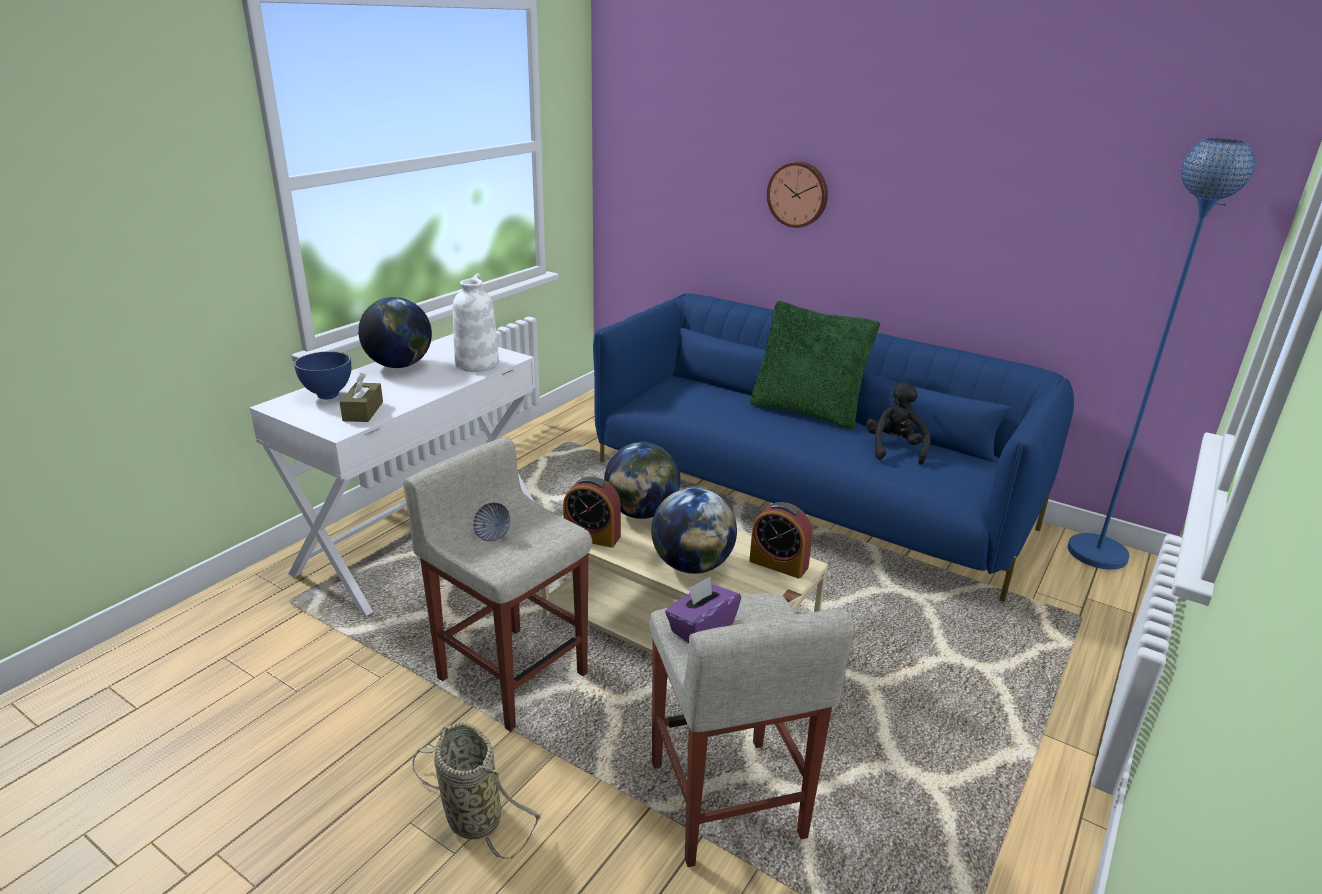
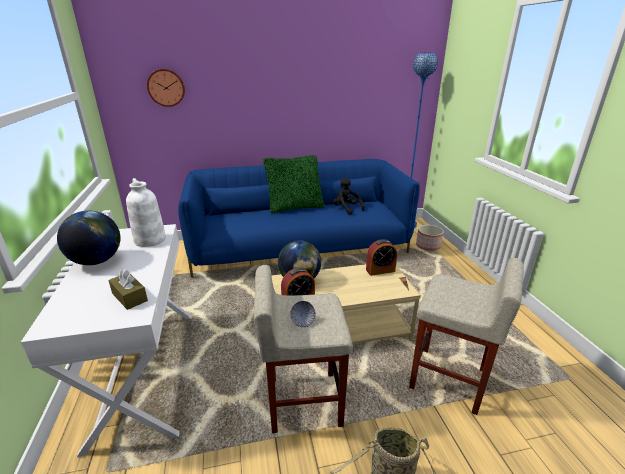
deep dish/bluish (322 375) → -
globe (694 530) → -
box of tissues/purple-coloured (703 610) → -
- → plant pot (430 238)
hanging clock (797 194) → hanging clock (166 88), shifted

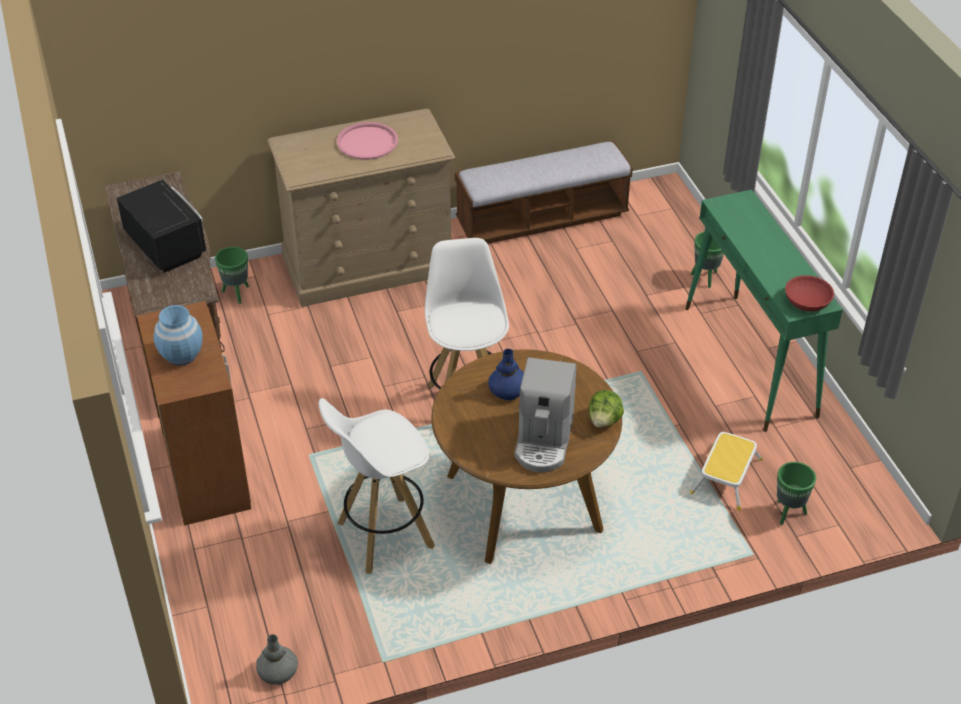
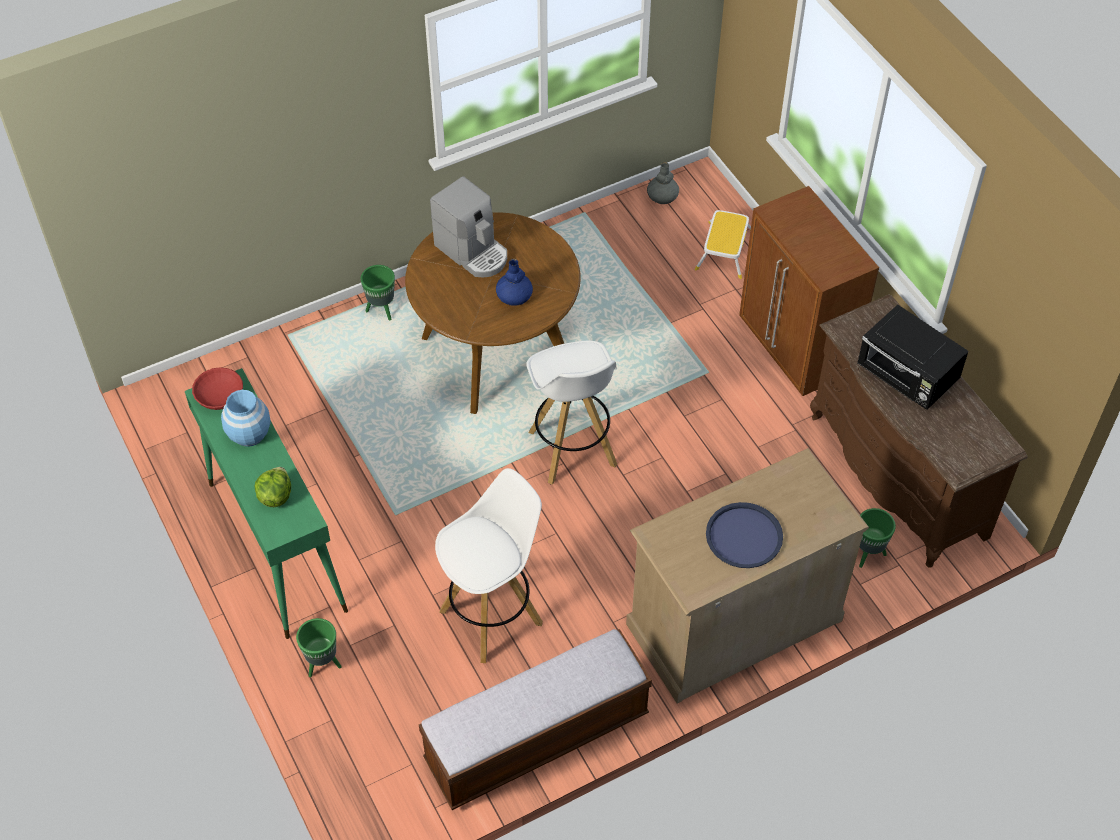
vase/bluish (178 335) → vase/bluish (245 418), shifted
stool seat/white (377 486) → stool seat/white (489 565), shifted
lettuce head (606 408) → lettuce head (273 487), shifted
step ladder/yellowish (726 471) → step ladder/yellowish (723 244), shifted
plant pot/greenish (796 493) → plant pot/greenish (378 292), shifted
serving tray/pink-coloured (367 141) → serving tray/bluish (744 535)
coffee machine (545 415) → coffee machine (468 226), 135 degrees clockwise

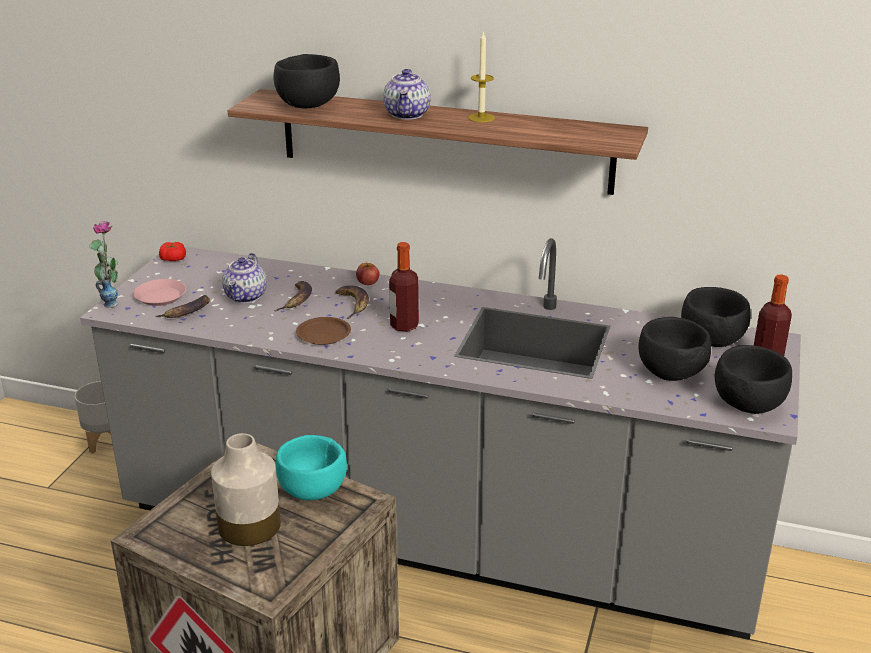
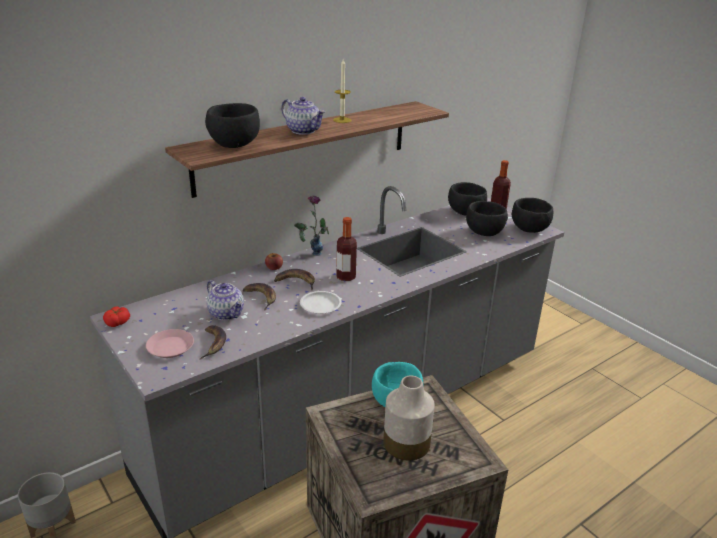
vase (103 264) → vase (311 225), shifted
dinner plate/brown-coloured (323 331) → dinner plate/white (321 302)

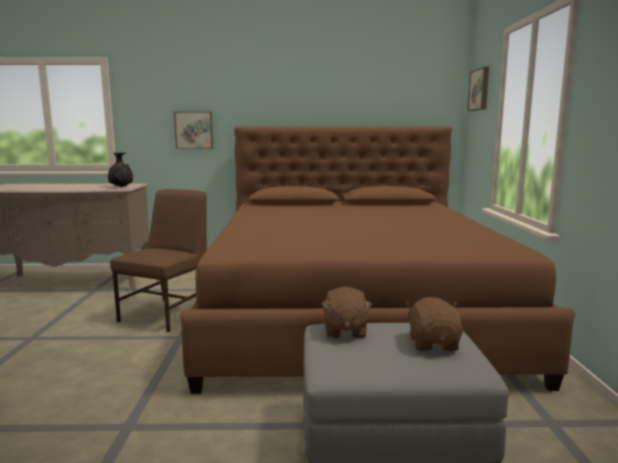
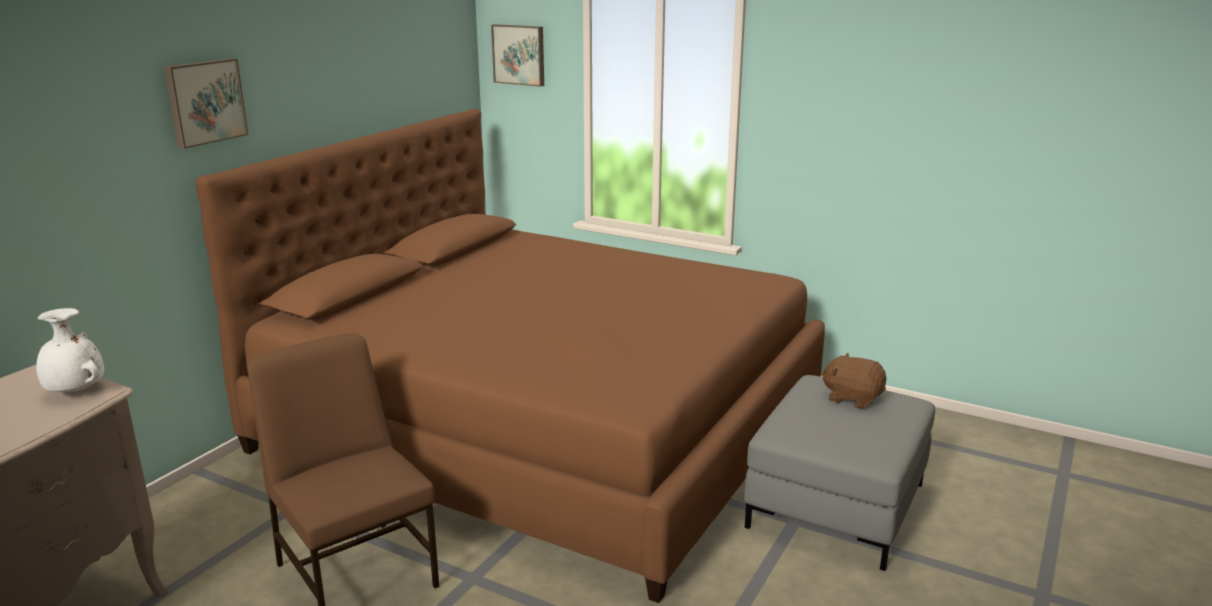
soft toy/brown-coloured (346 313) → -
picture (193 130) → picture (206 103), shifted
vase/blackish (120 170) → vase/white (70 350)

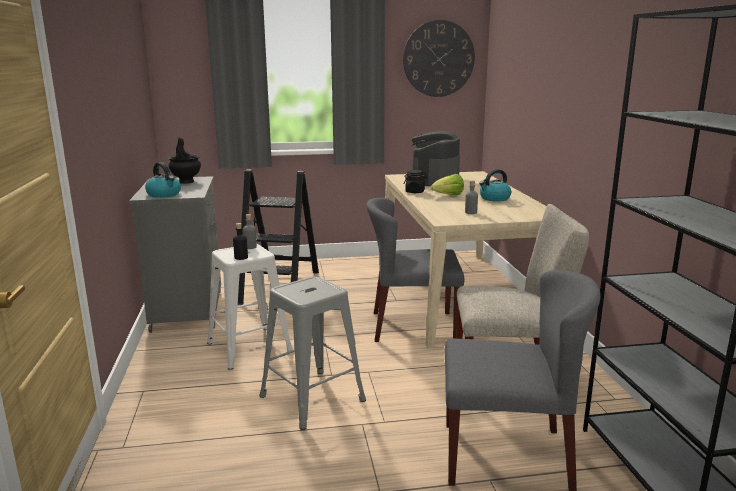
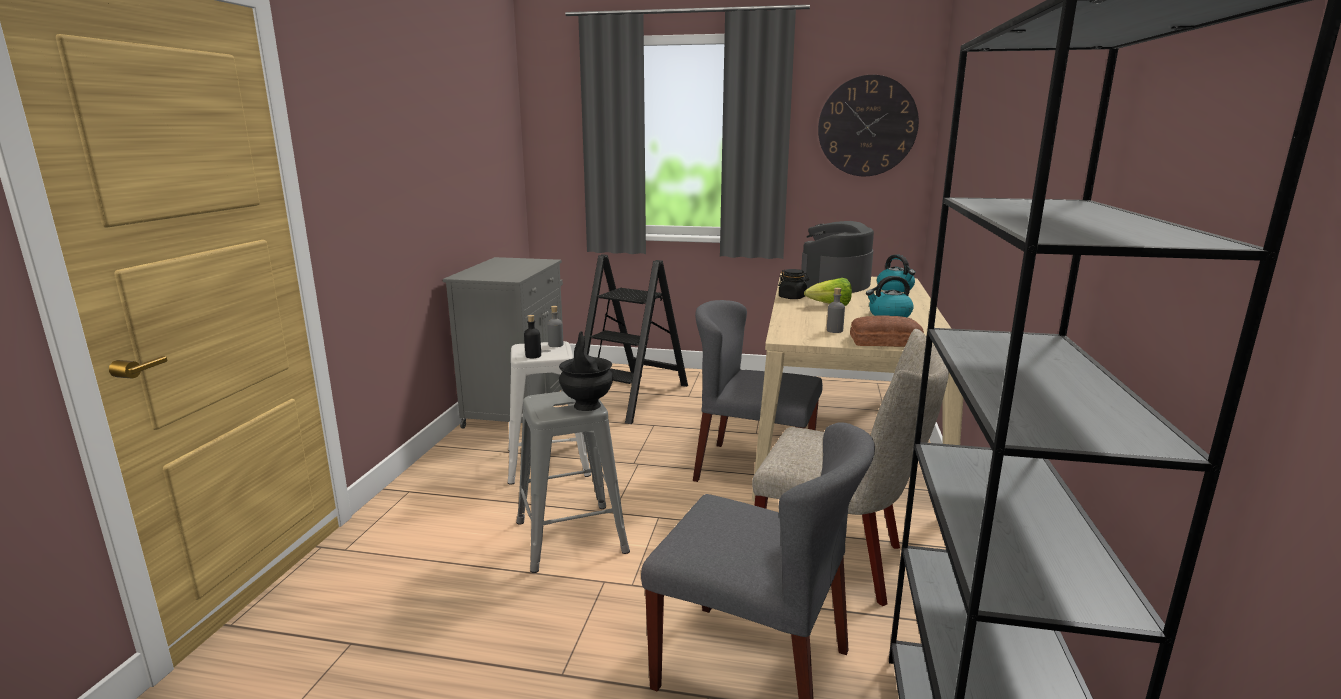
- → bakery bread (887 331)
water kettle (163 180) → water kettle (896 273), shifted
vase/blackish (184 160) → vase/blackish (586 371), shifted

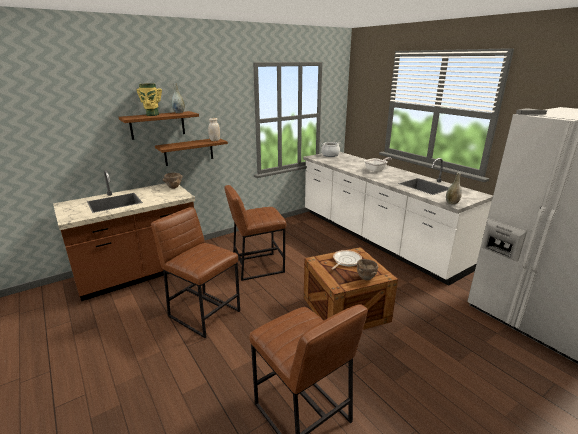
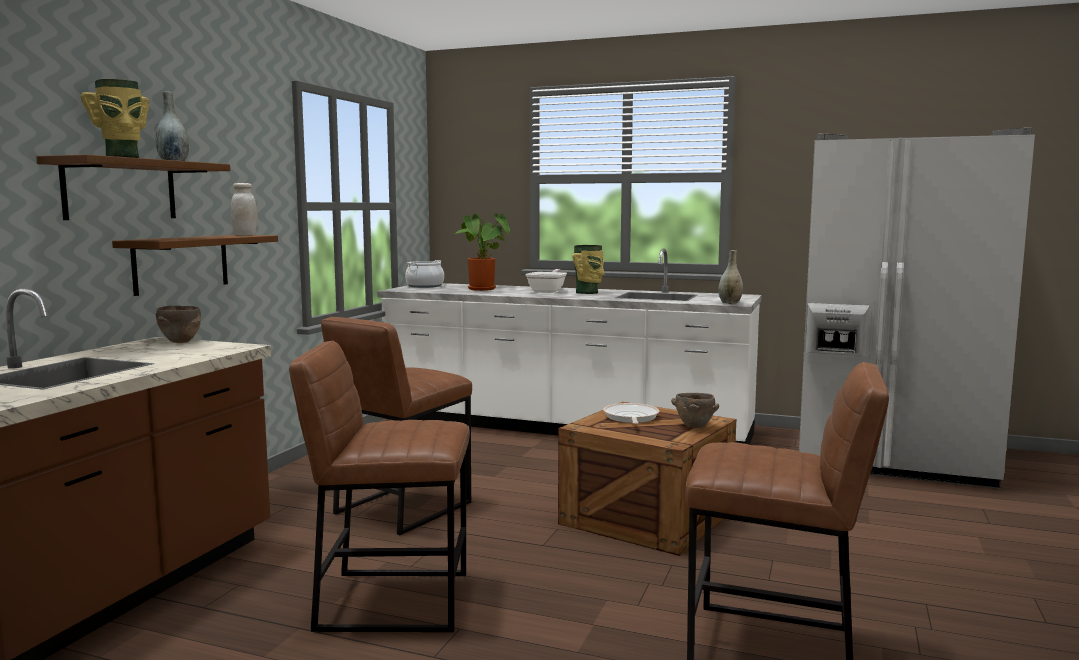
- → potted plant (482 251)
- → vase (588 269)

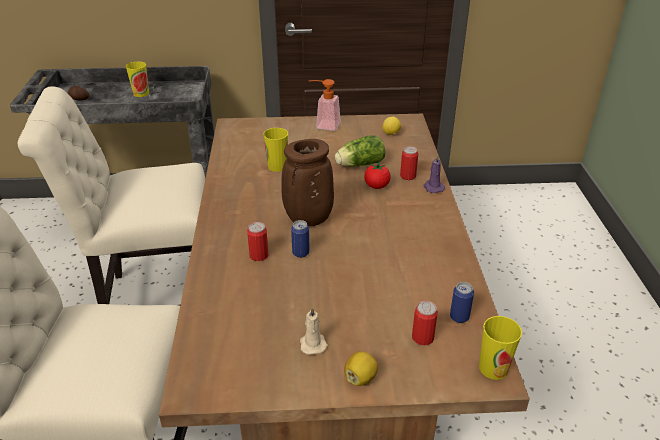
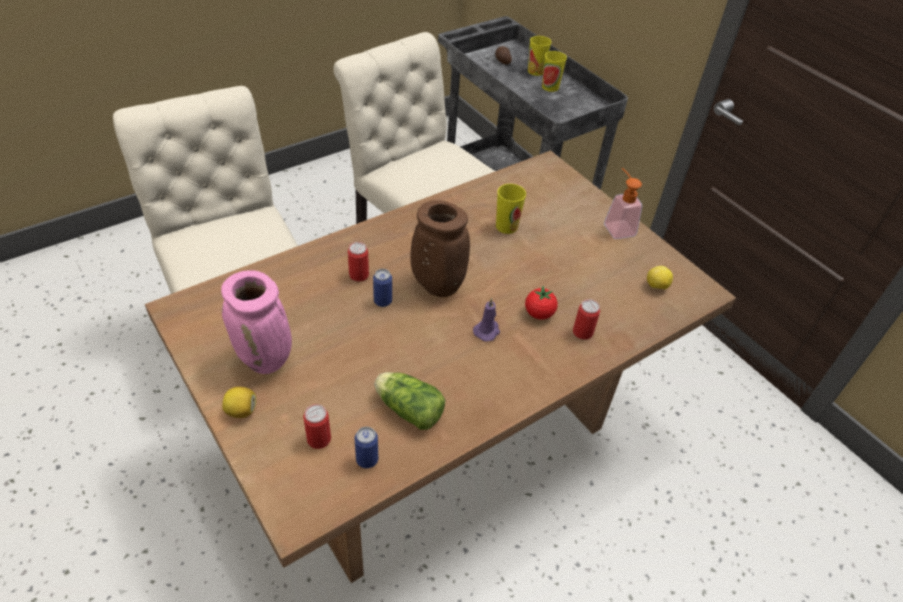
lettuce head (360 151) → lettuce head (409 401), shifted
wax light/purple-coloured (434 173) → wax light/purple-coloured (486 320), shifted
small cup (500 348) → small cup (539 56), shifted
wax light/sand-coloured (314 331) → vase/pink-coloured (256 322)

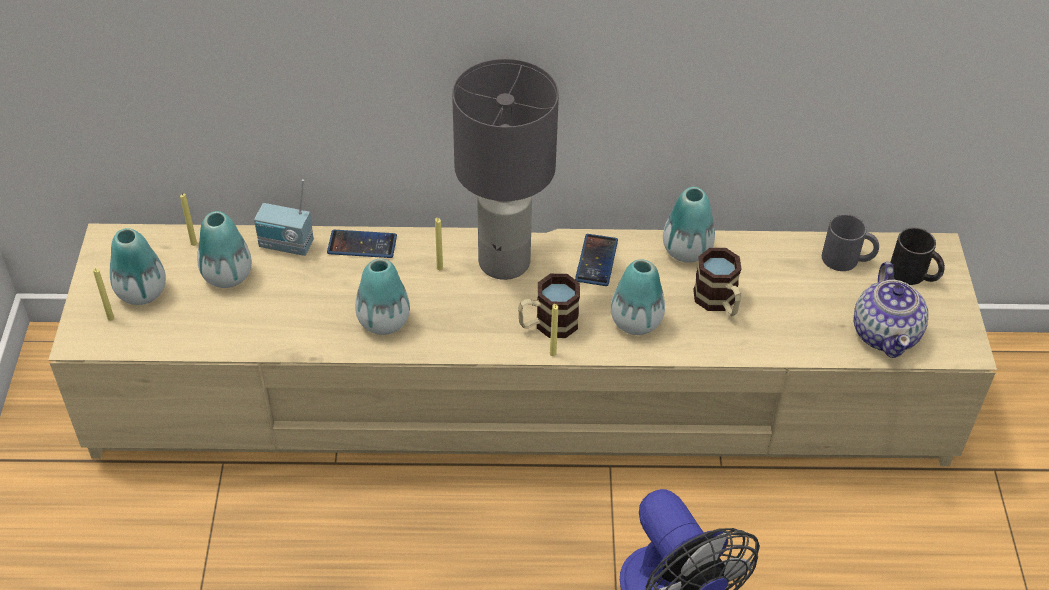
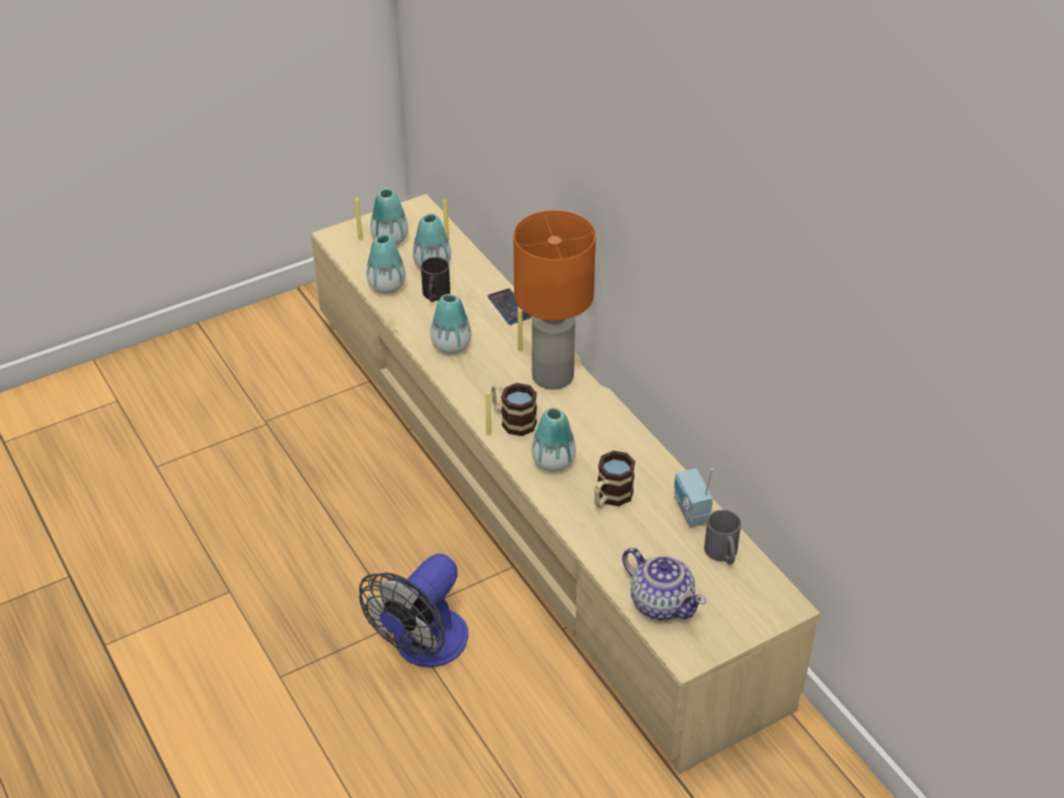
telephone (596 260) → -
radio (284 217) → radio (693 497), shifted
vase (689 225) → vase (386 264), shifted
mug/blackish (918 256) → mug/blackish (435 279), shifted
lamp for a table/gray (505 169) → lamp for a table/orange (555 299)
tea pot (890 310) → tea pot (664 584), 105 degrees counterclockwise

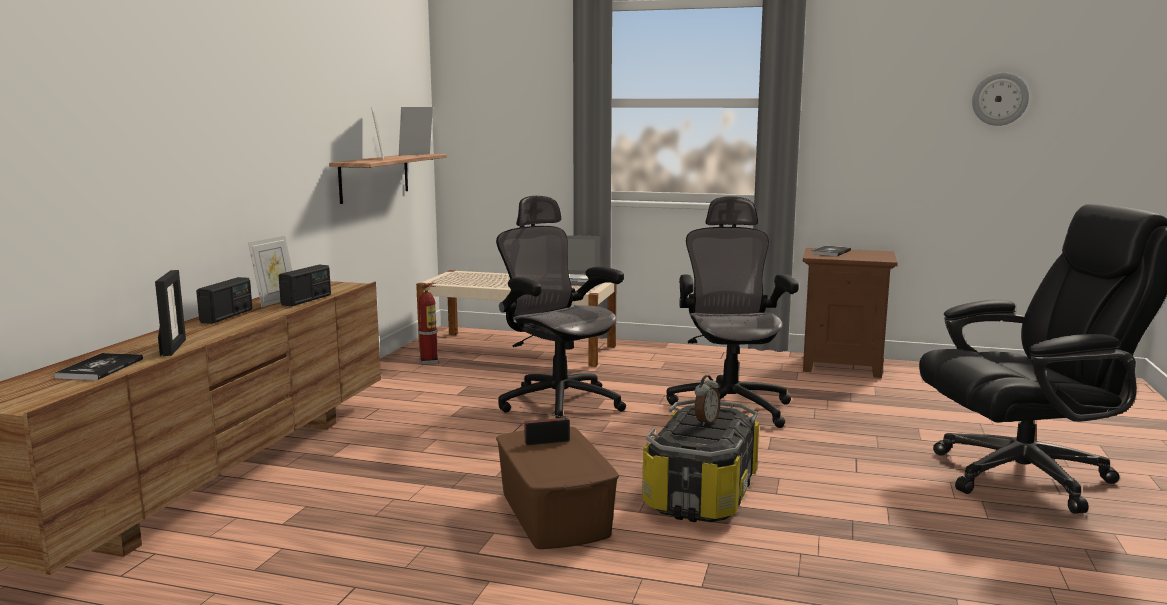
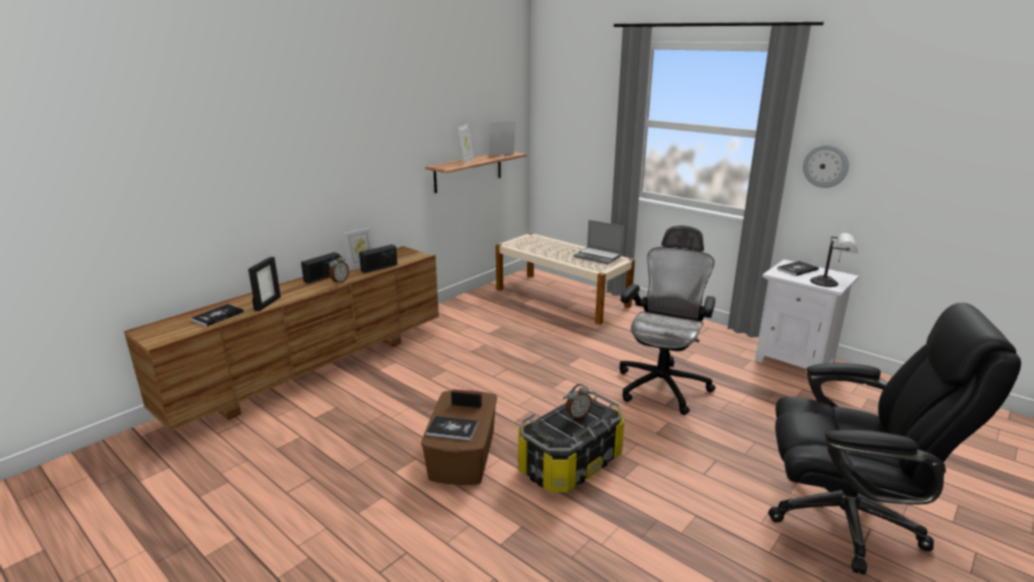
fire-fighting cylinder (428 324) → -
computer chair (561 307) → -
- → alarm clock (339 269)
- → volume (452 428)
- → lamp for a table (834 260)
hanging clock (1000 99) → hanging clock (826 166), shifted
bedside table/brown-coloured (850 313) → bedside table/white (807 314)

